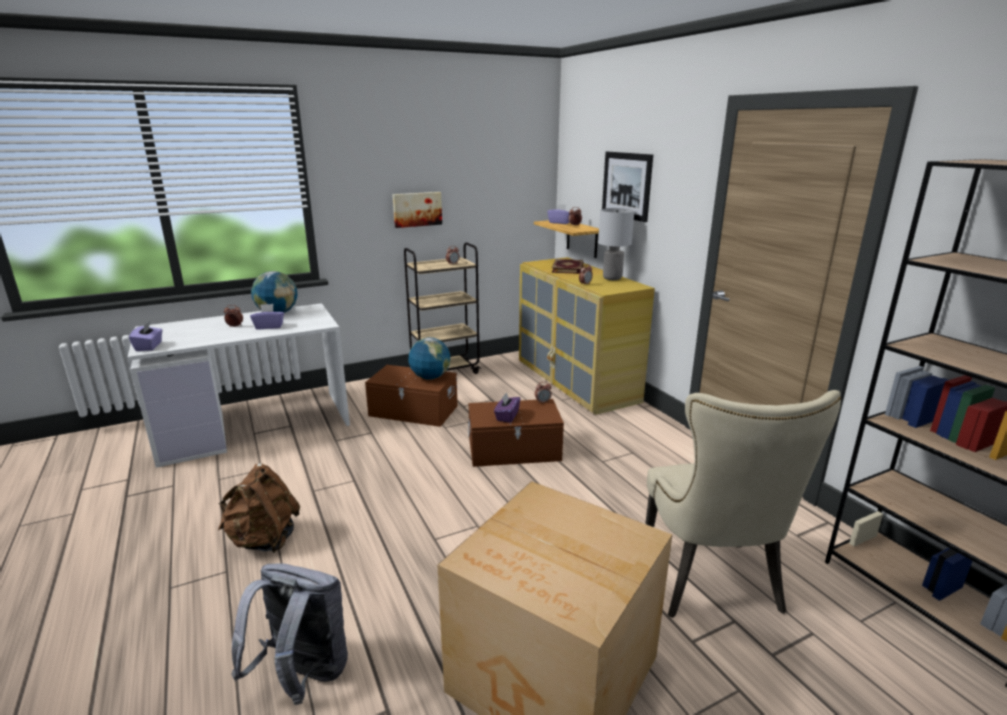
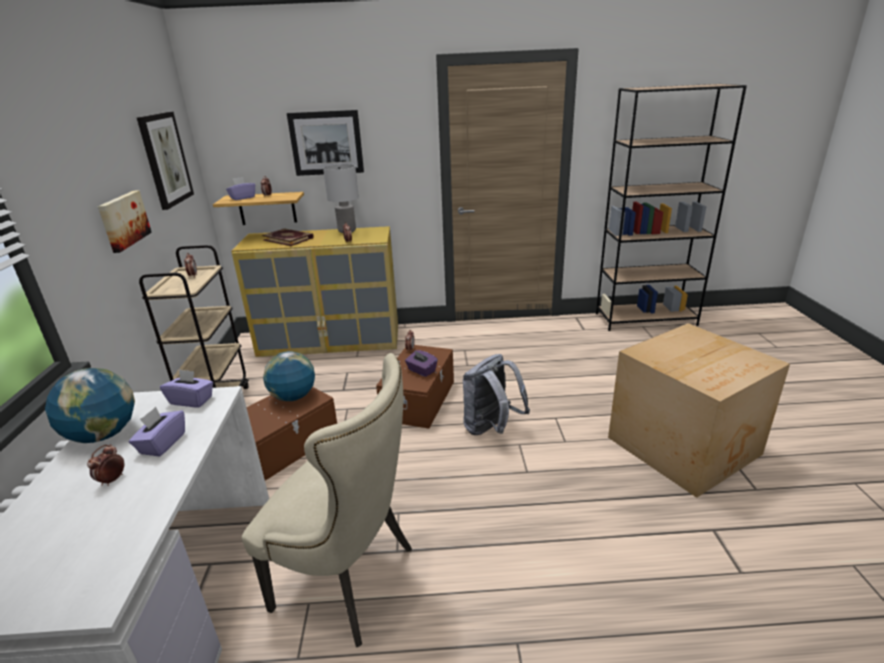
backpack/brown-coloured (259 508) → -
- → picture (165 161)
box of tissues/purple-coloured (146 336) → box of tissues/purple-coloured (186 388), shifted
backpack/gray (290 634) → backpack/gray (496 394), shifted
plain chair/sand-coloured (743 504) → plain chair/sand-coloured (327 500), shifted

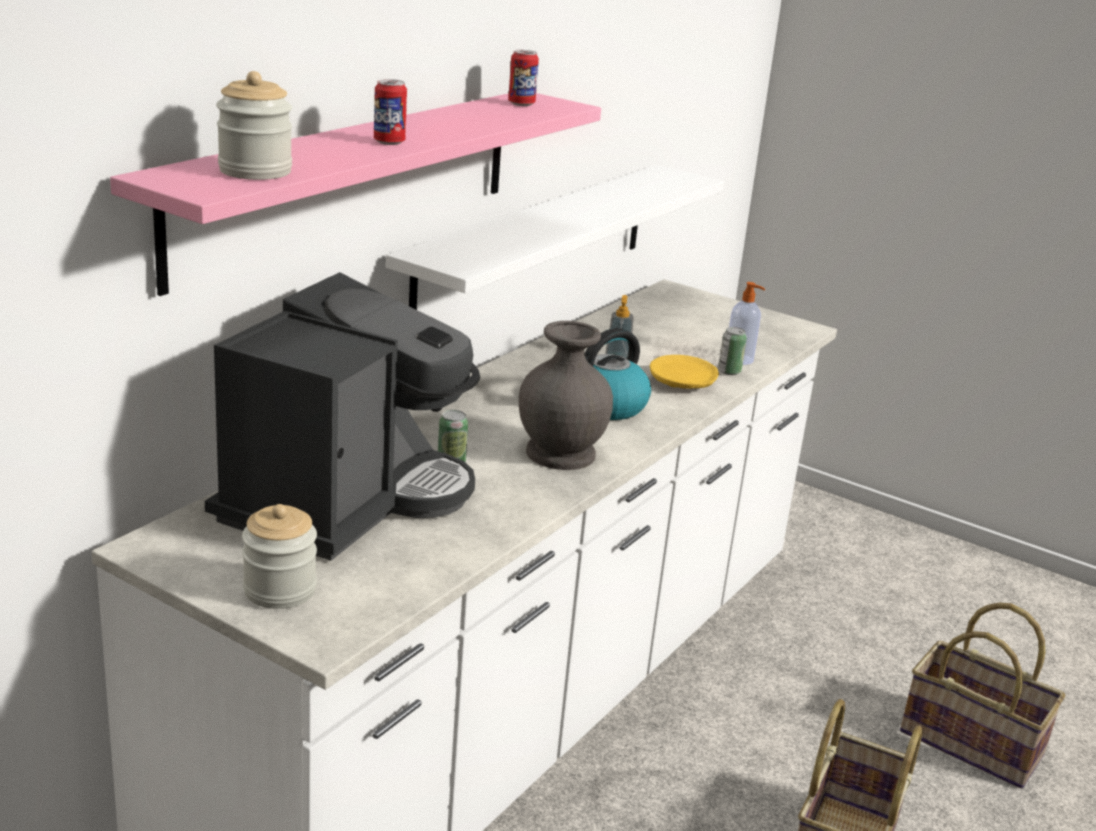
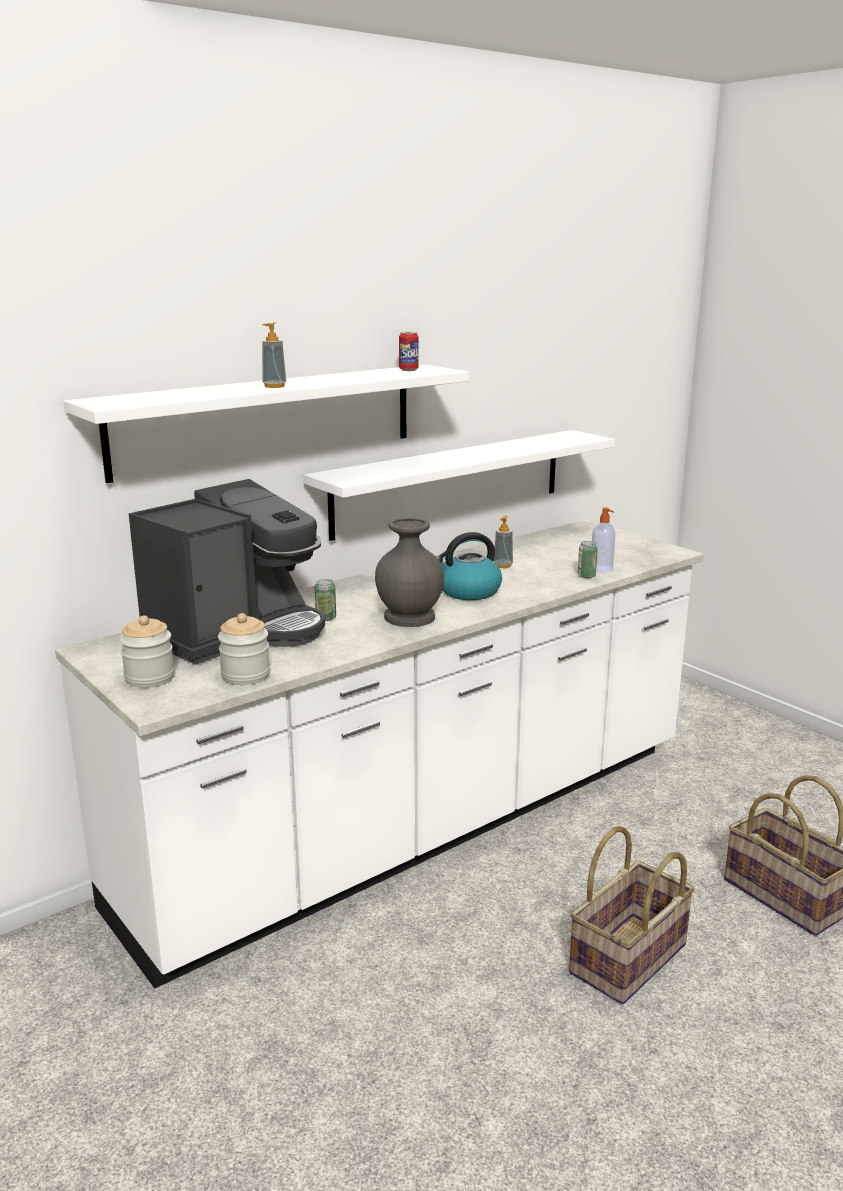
dinner plate/yellowish (684 372) → -
preserve jar (254 125) → preserve jar (244 649), shifted
metal can (390 112) → soap dispenser (274 355)
shelf/pink-coloured (355 194) → shelf/white (266 424)

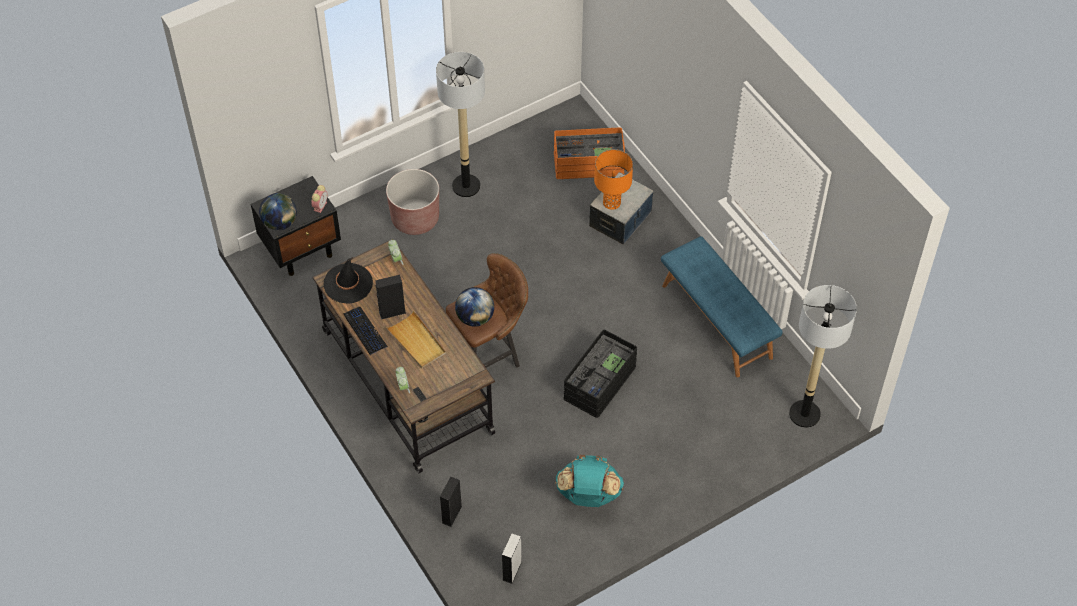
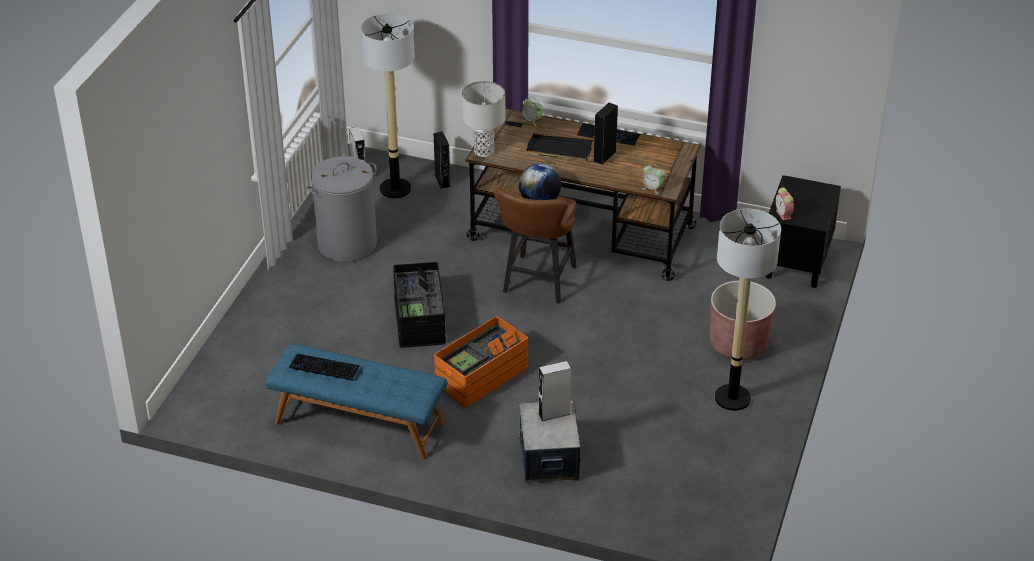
globe (278 211) → -
wearable hat/blackish (348 280) → -
- → computer keyboard (324 367)
- → lamp for a table/white (484 119)
storage bin/orange (589 153) → storage bin/orange (481 361), shifted
standard lamp (823 356) → standard lamp (388 106), shifted
backpack/turquoise-coloured (589 481) → laundry basket/gray (342 209)
lamp for a table/orange (613 179) → speaker/gray (554 391)
serving tray/sand-coloured (416 339) → serving tray/blackish (559 146)

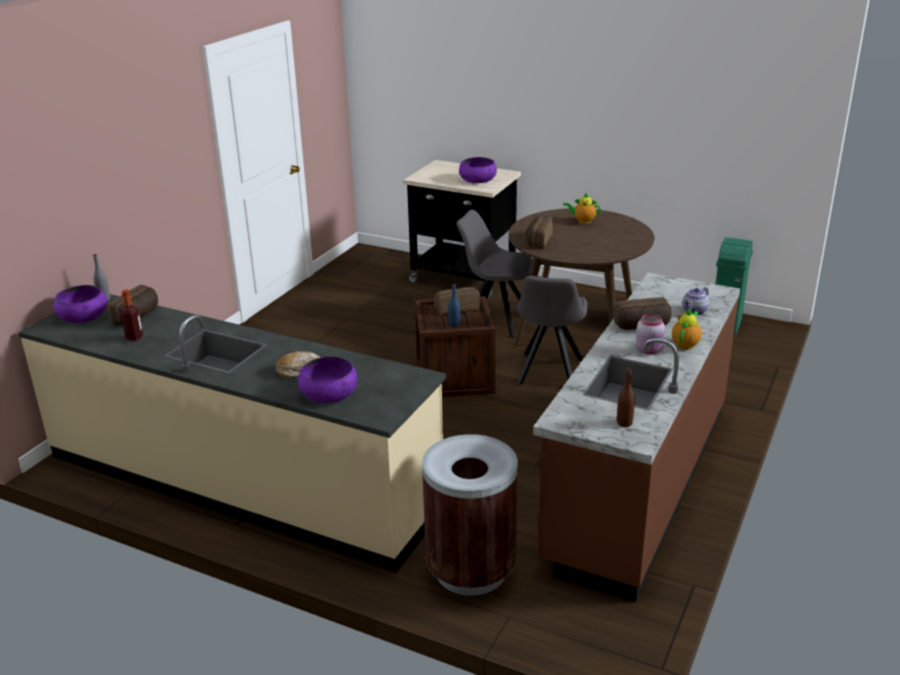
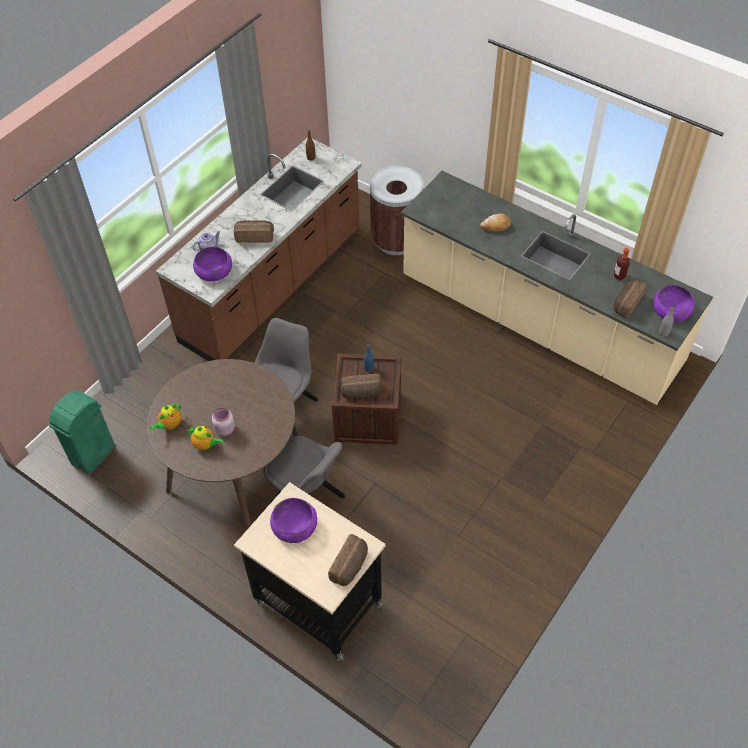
deep dish/purple-coloured (328 379) → deep dish/purple-coloured (212 264), shifted
bakery bread (539 232) → bakery bread (348 560), shifted
preserve jar/pink-coloured (650 334) → preserve jar/pink-coloured (223 422), shifted
tea pot (687 329) → tea pot (165 416), shifted

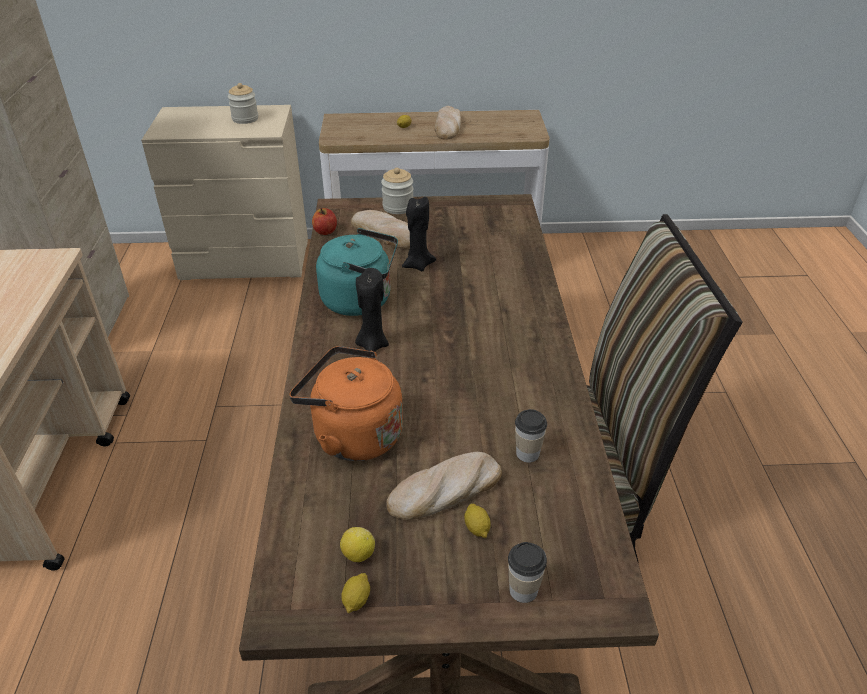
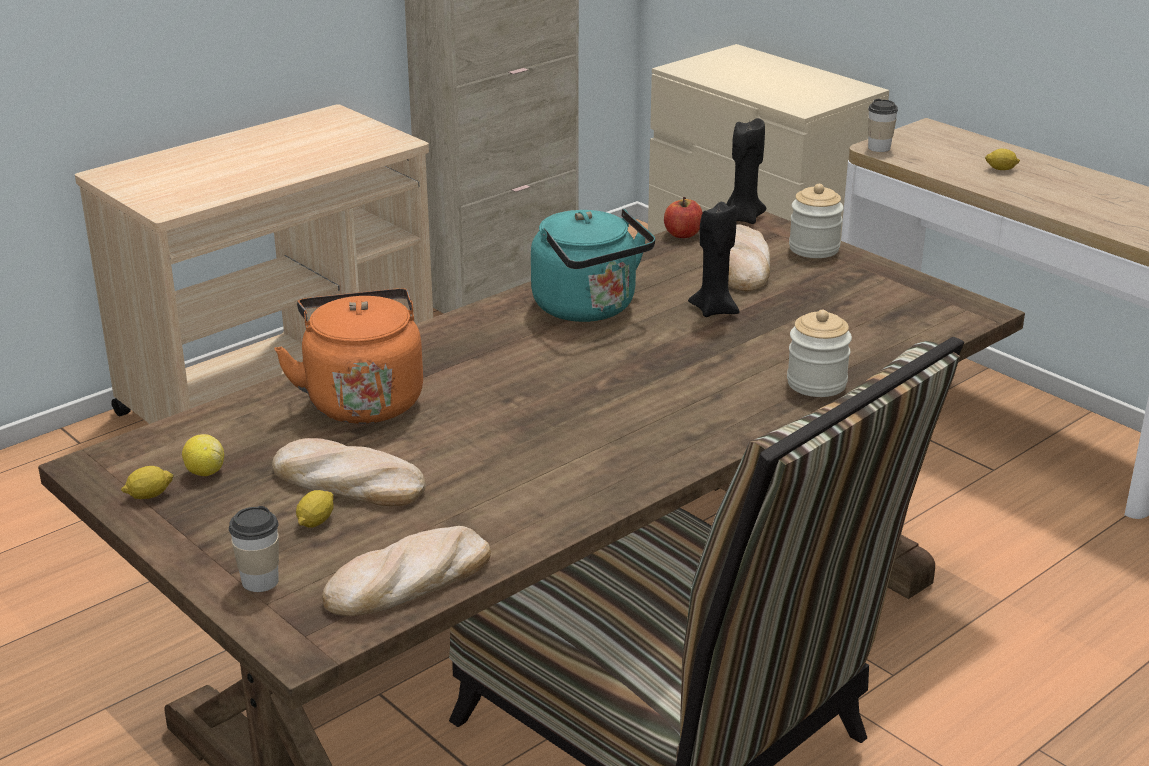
preserve jar (243 103) → preserve jar (819 353), shifted
wax light/blackish (372 310) → wax light/blackish (746 171), shifted
bakery bread (448 123) → bakery bread (406 571), shifted
small cup (531 436) → small cup (883 125), shifted

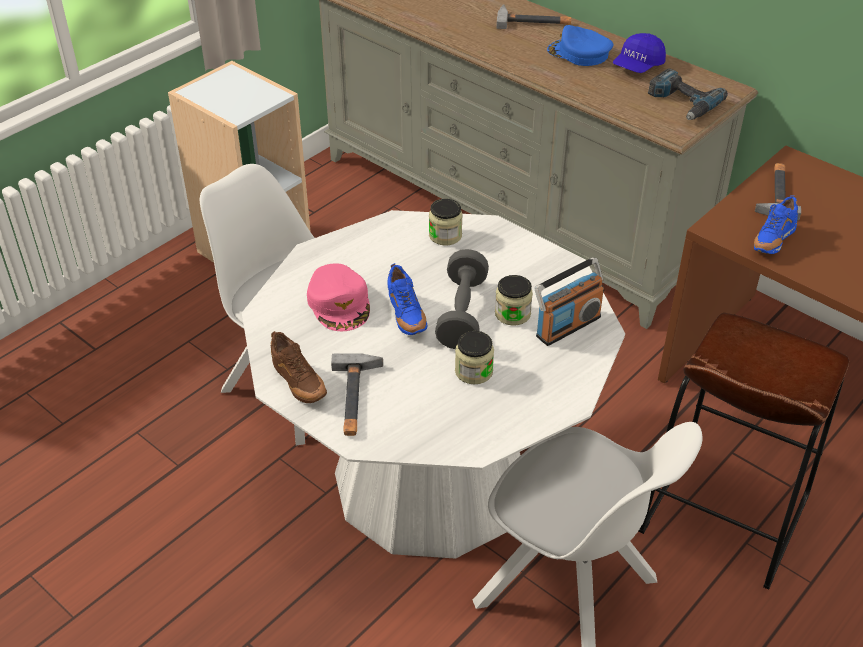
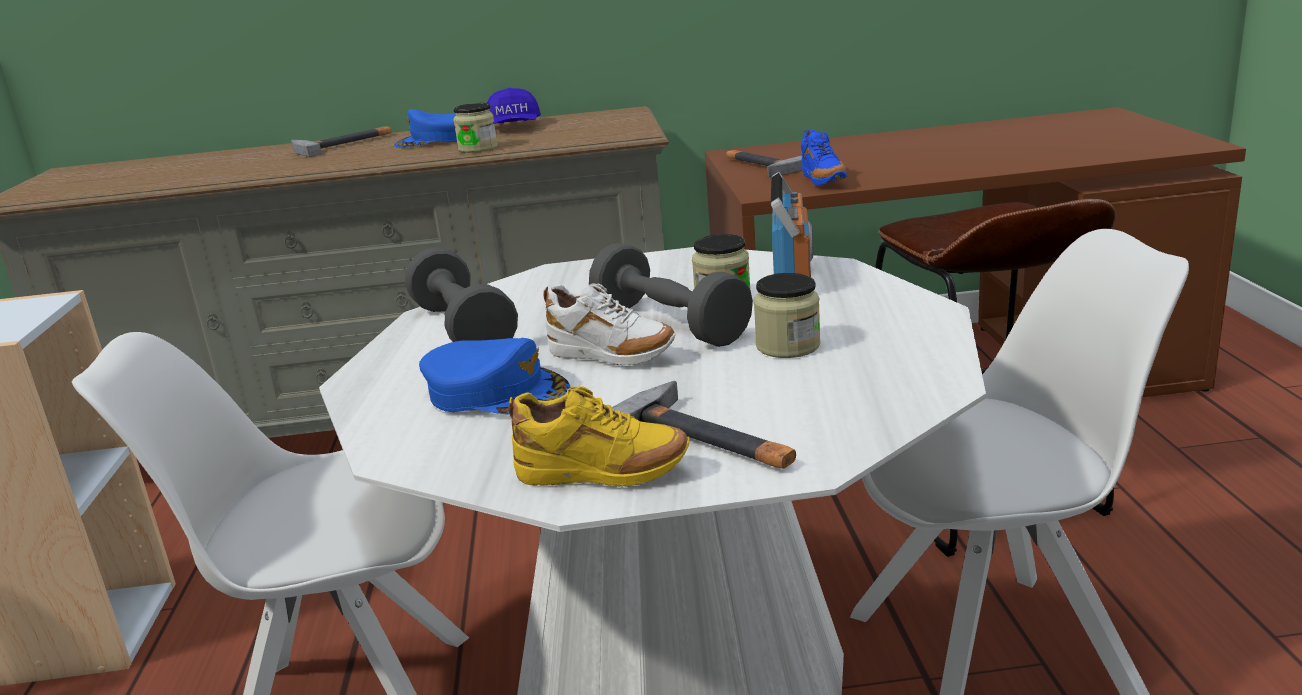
drill (688 94) → -
- → free weight/gray (461 295)
preserve jar (446 222) → preserve jar (475 128), shifted
shoe/brown-coloured (299 367) → shoe/yellowish (599 436)
baseball cap/pink-coloured (338 297) → baseball cap/bluish (494 376)
shoe/bluish (407 299) → shoe/white (610 324)

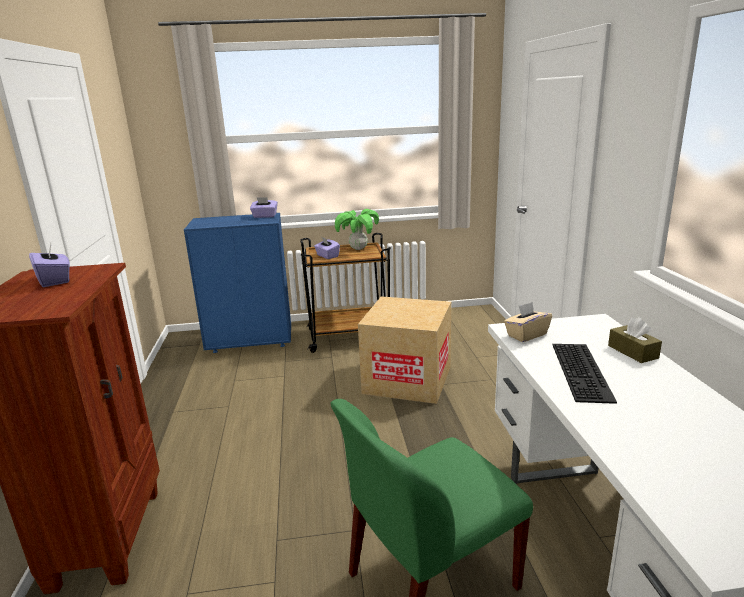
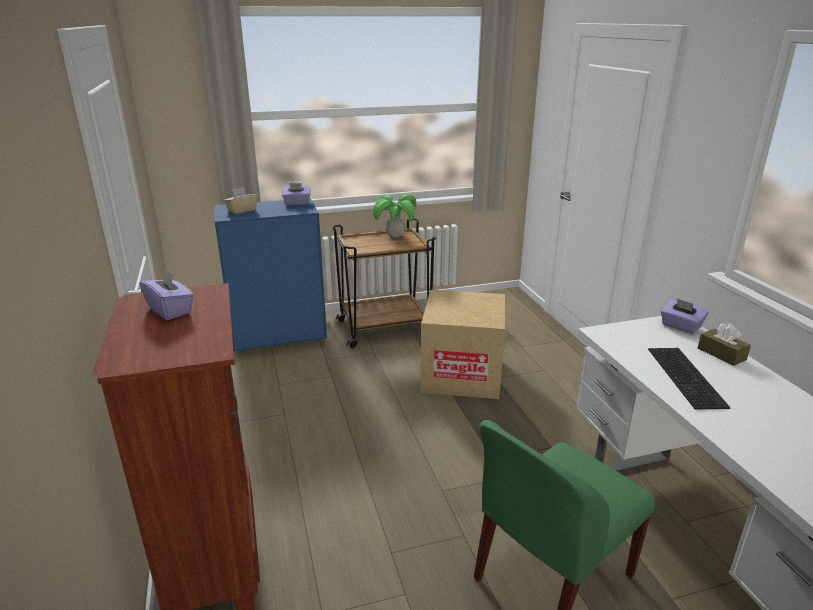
box of tissues/purple-coloured (327 248) → box of tissues/purple-coloured (685 316), shifted
box of tissues/sand-coloured (528 322) → box of tissues/sand-coloured (241 200), shifted

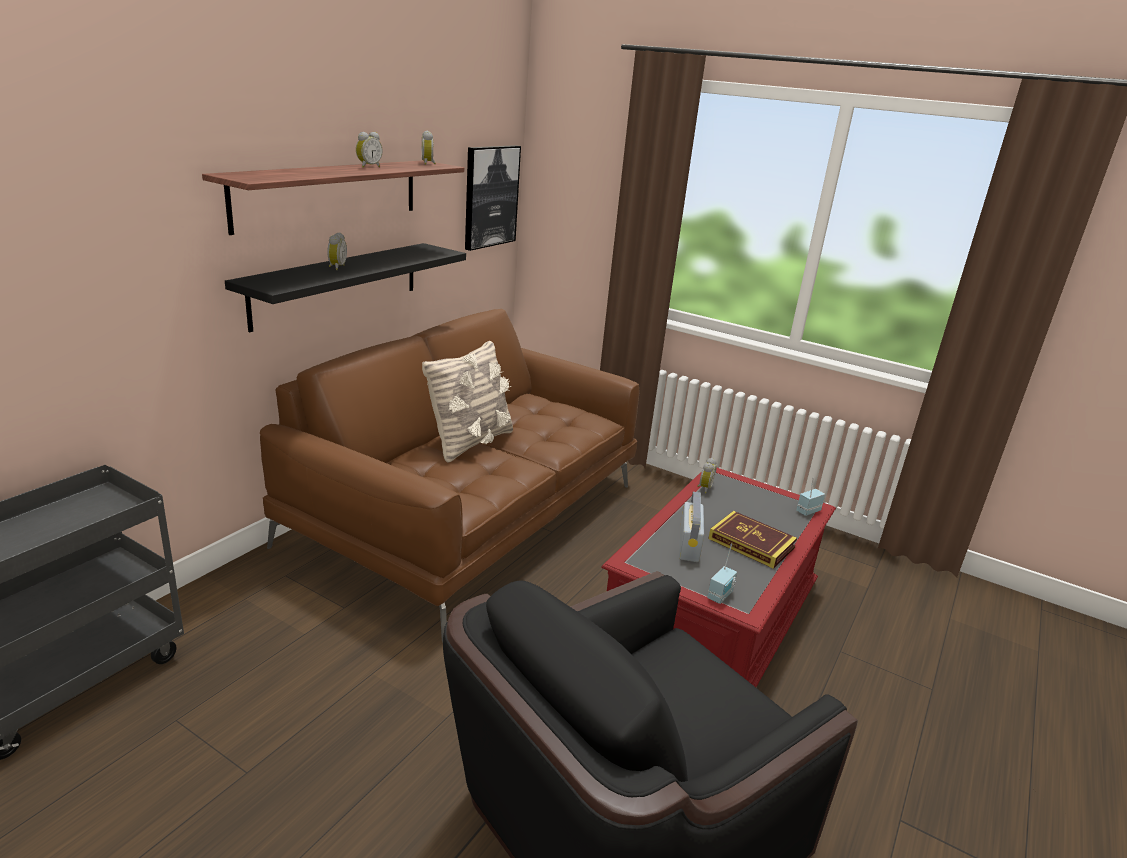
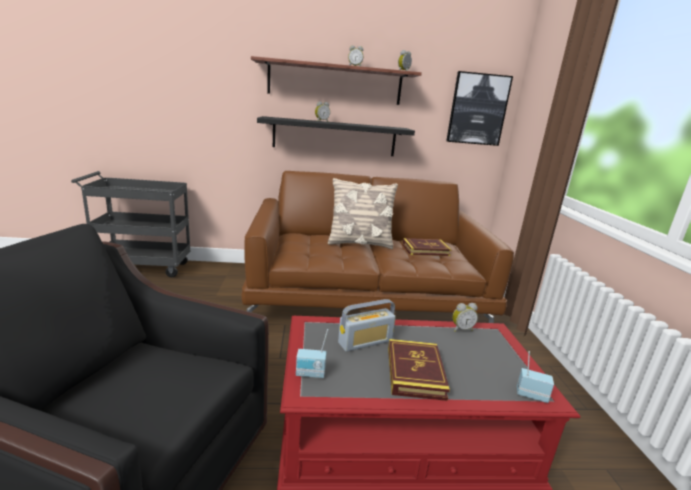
- → volume (427 247)

